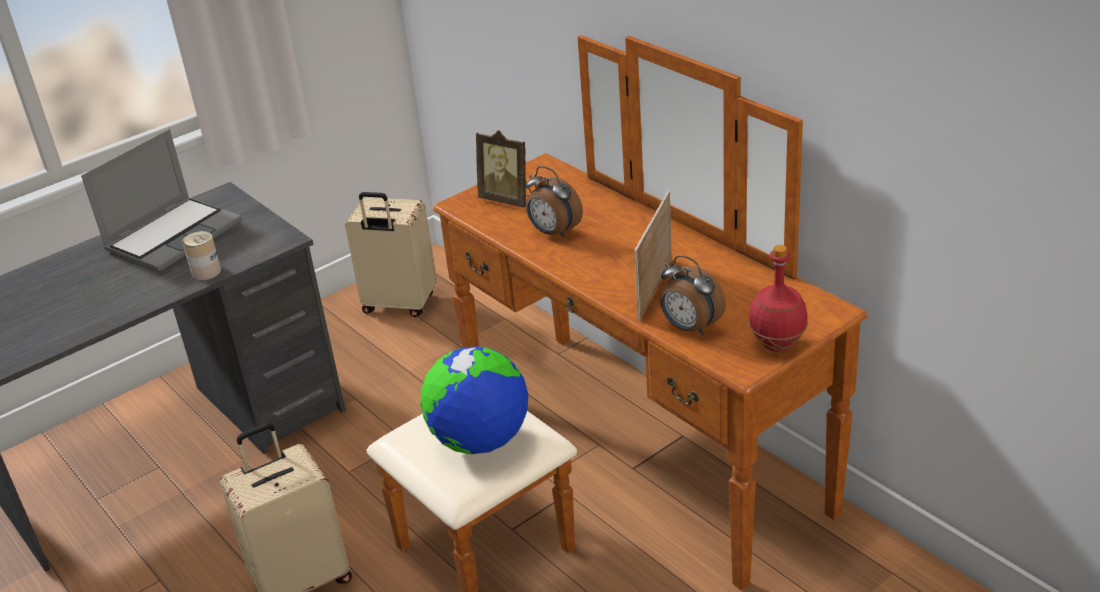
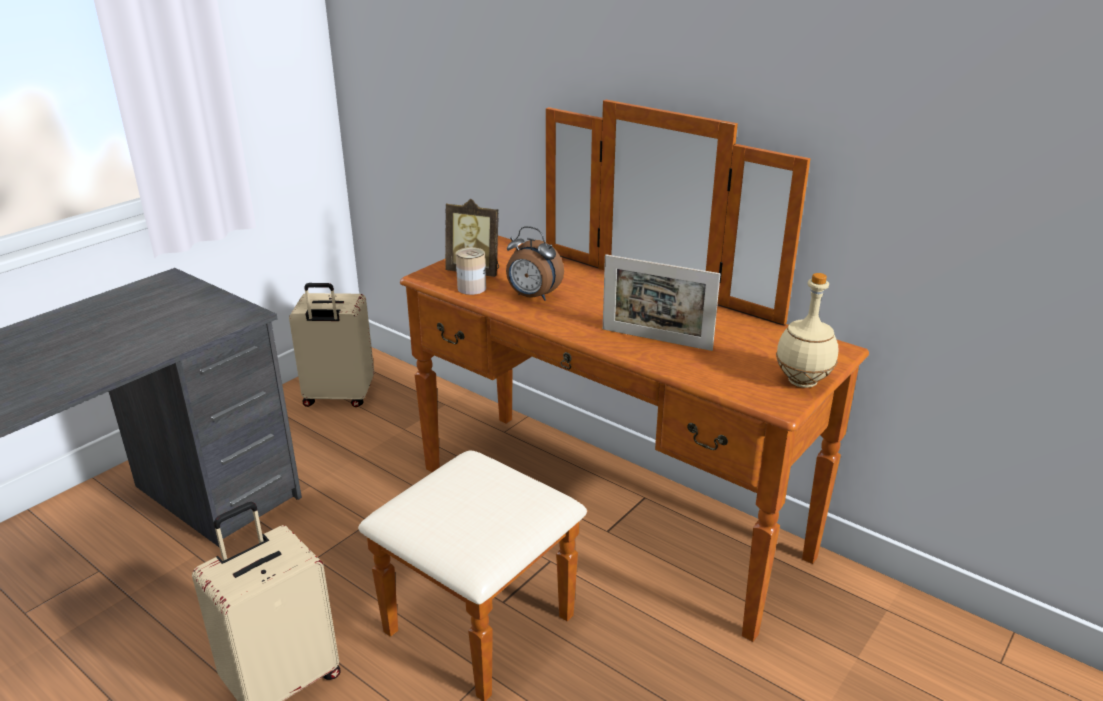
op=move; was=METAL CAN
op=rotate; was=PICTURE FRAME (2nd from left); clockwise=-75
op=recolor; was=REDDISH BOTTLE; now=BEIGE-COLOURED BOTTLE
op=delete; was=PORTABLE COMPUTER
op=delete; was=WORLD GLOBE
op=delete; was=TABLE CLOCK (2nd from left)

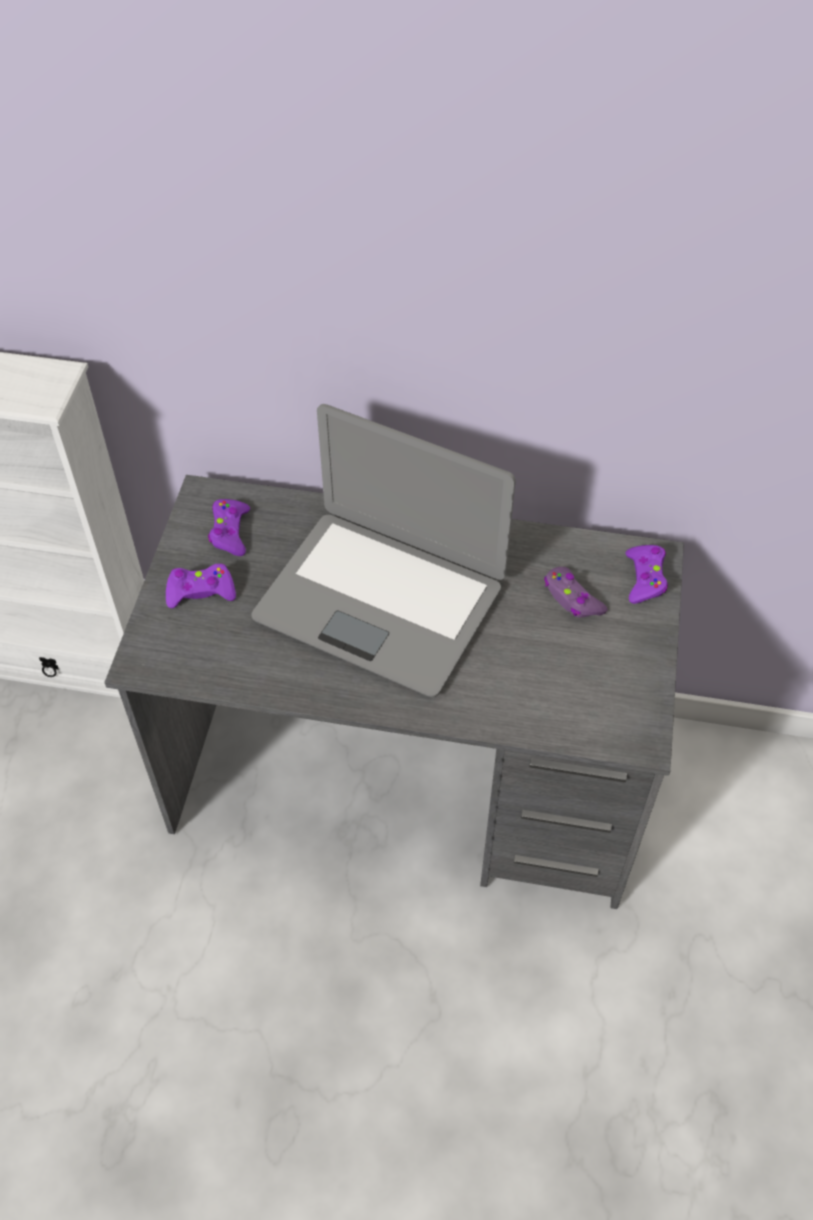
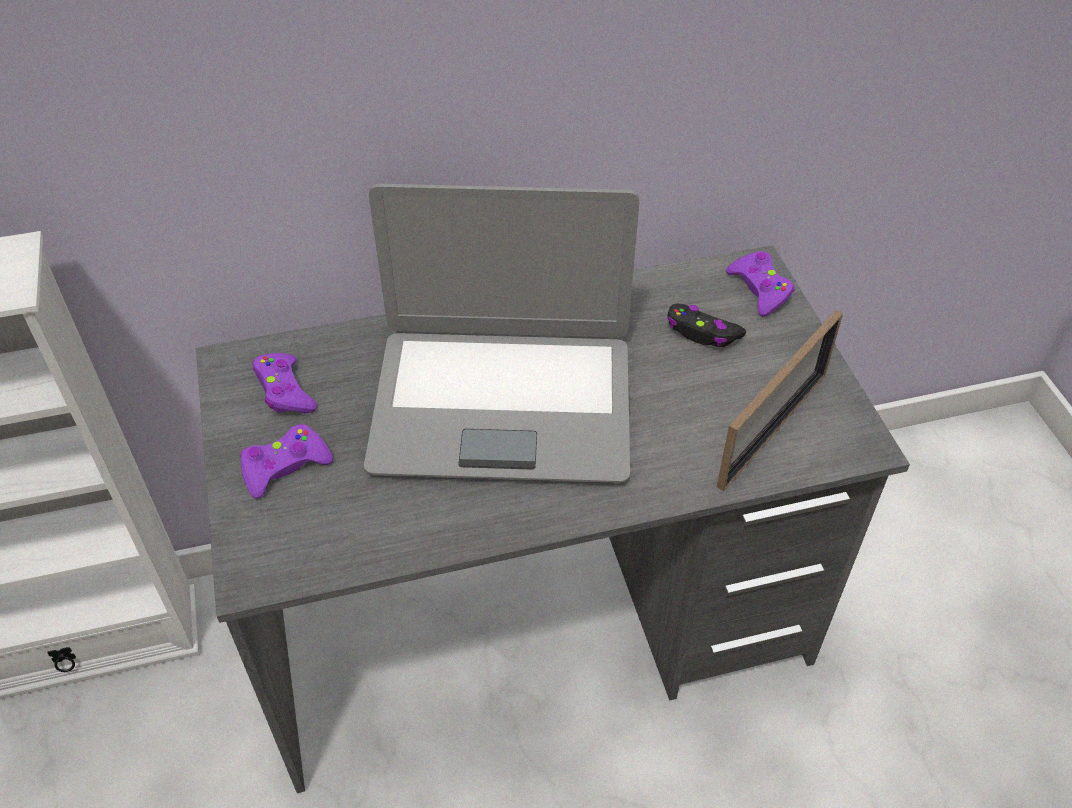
op=recolor; was=PURPLE-COLOURED GAME CONTROLLER (3rd from left); now=BLACK GAME CONTROLLER
op=insert; now=PICTURE FRAME

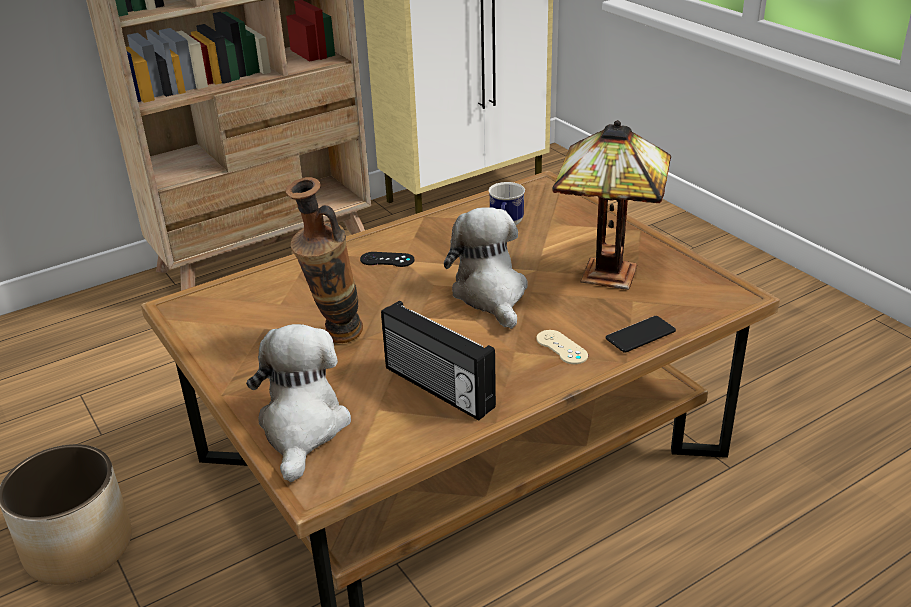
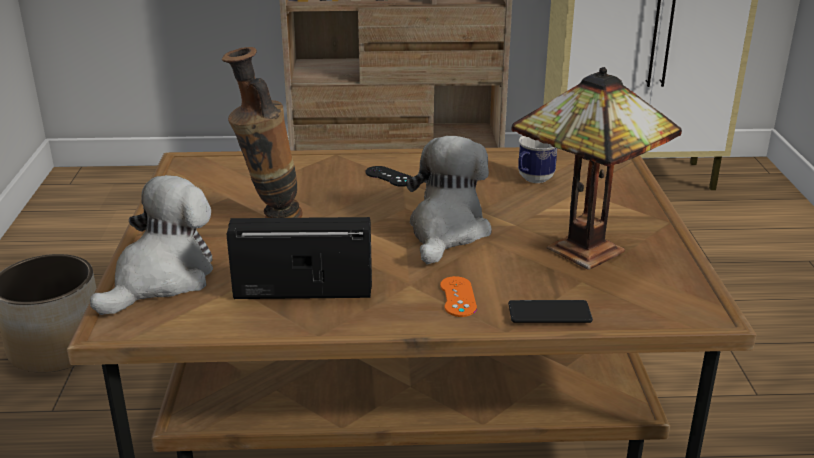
op=rotate; was=RADIO; clockwise=105
op=recolor; was=BEIGE-COLOURED GAME CONTROLLER; now=ORANGE GAME CONTROLLER

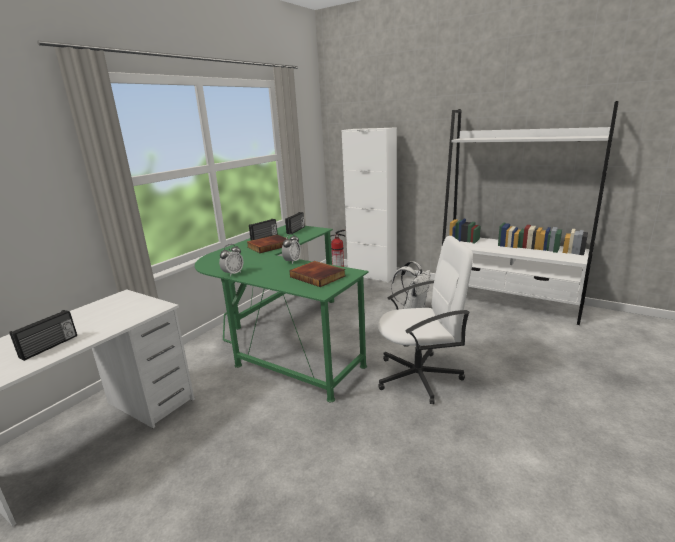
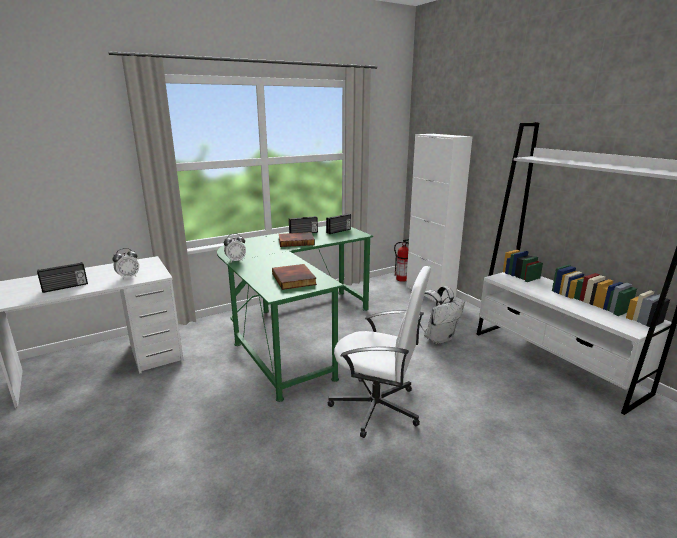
op=move; was=TABLE CLOCK (2nd from left in the first image); now=TABLE CLOCK (1st from left)

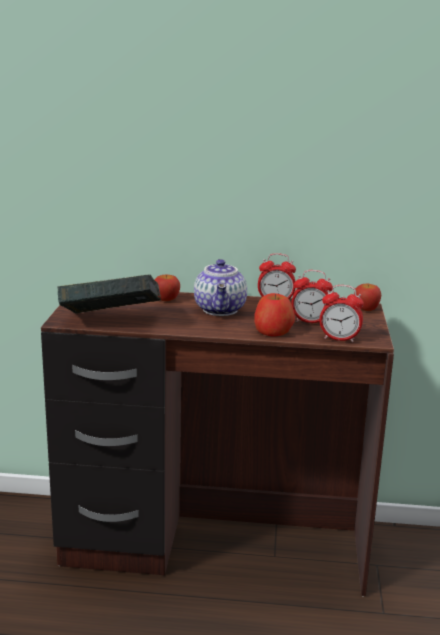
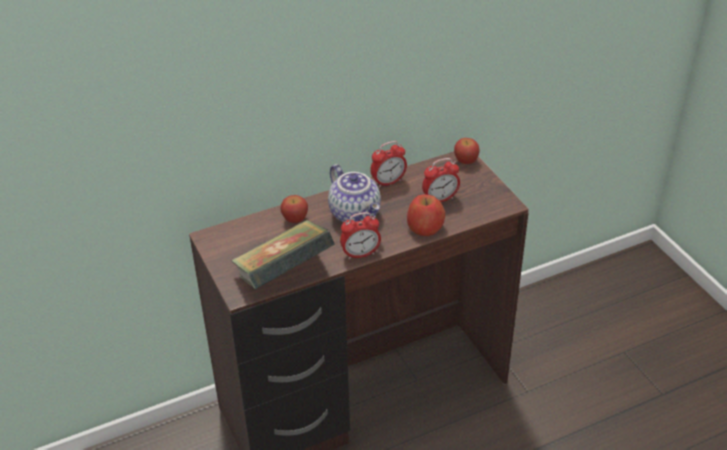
op=move; was=TABLE CLOCK (3rd from left in the first image); now=TABLE CLOCK (1st from left)

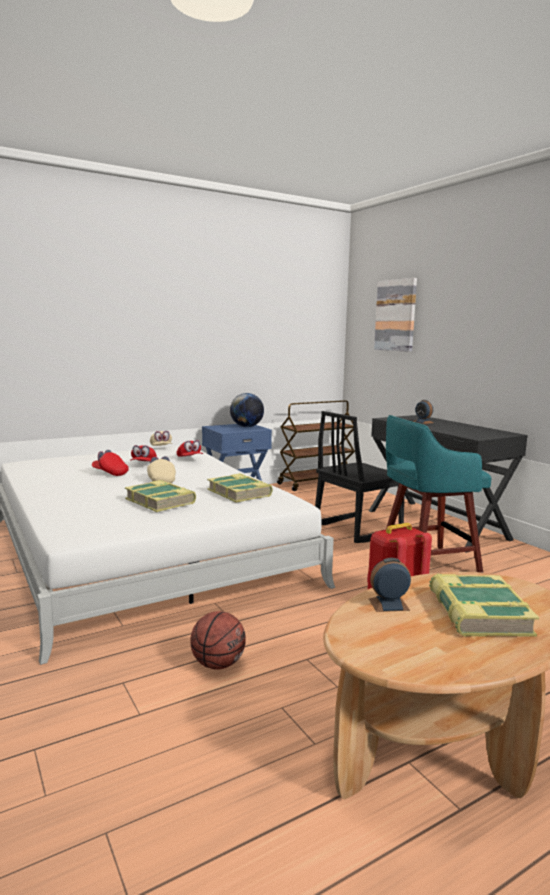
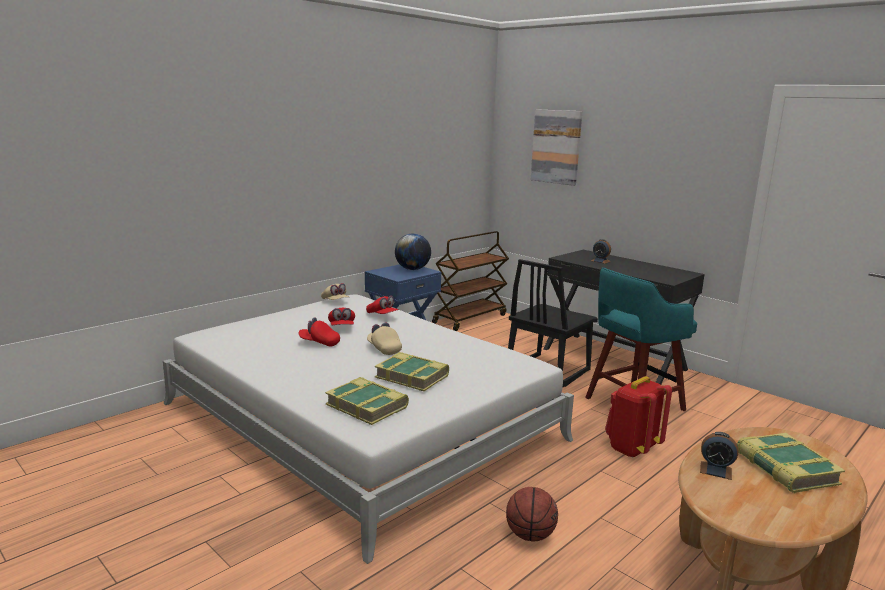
op=move; was=VOLUME (2nd from left in the first image); now=VOLUME (1st from left)
op=rotate; was=TABLE CLOCK (1st from left in the first image); clockwise=-135

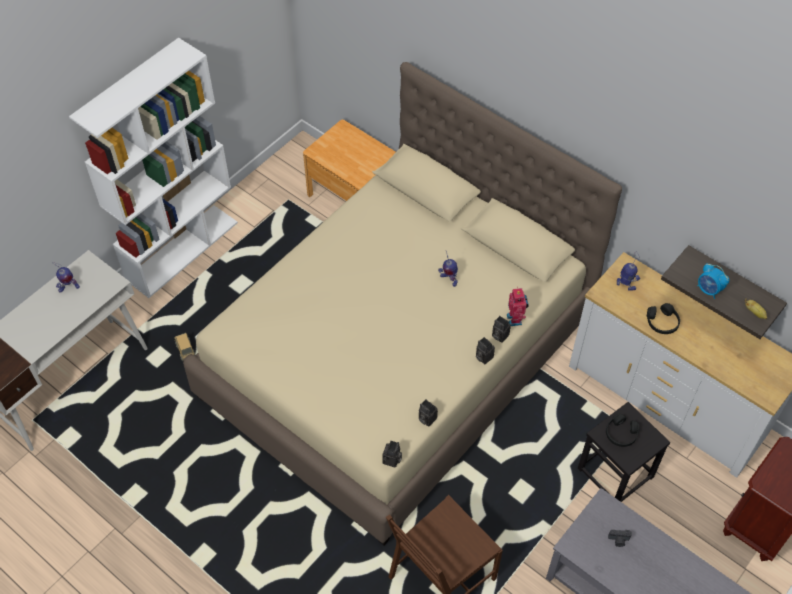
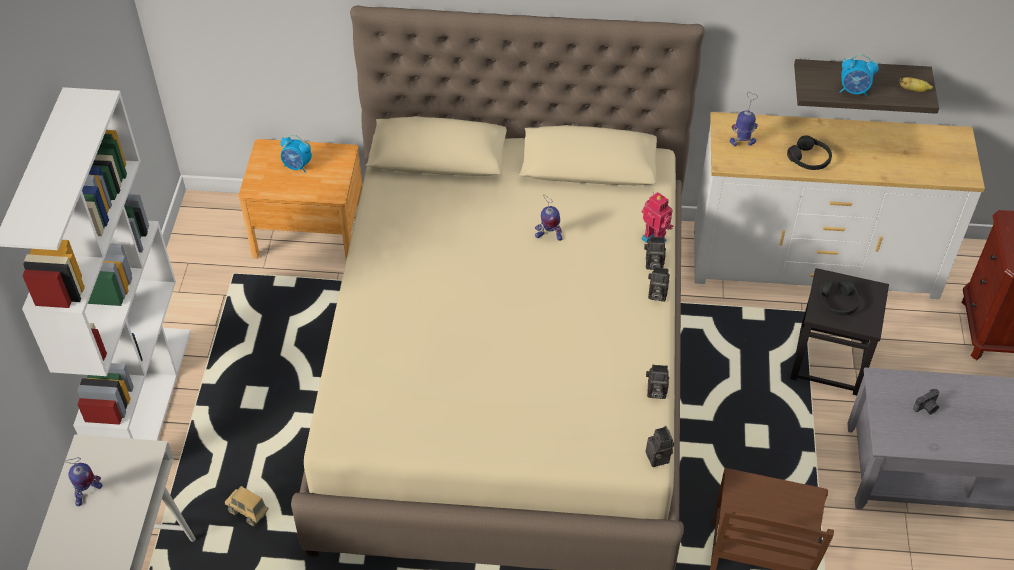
op=insert; now=TABLE CLOCK (1st from left)

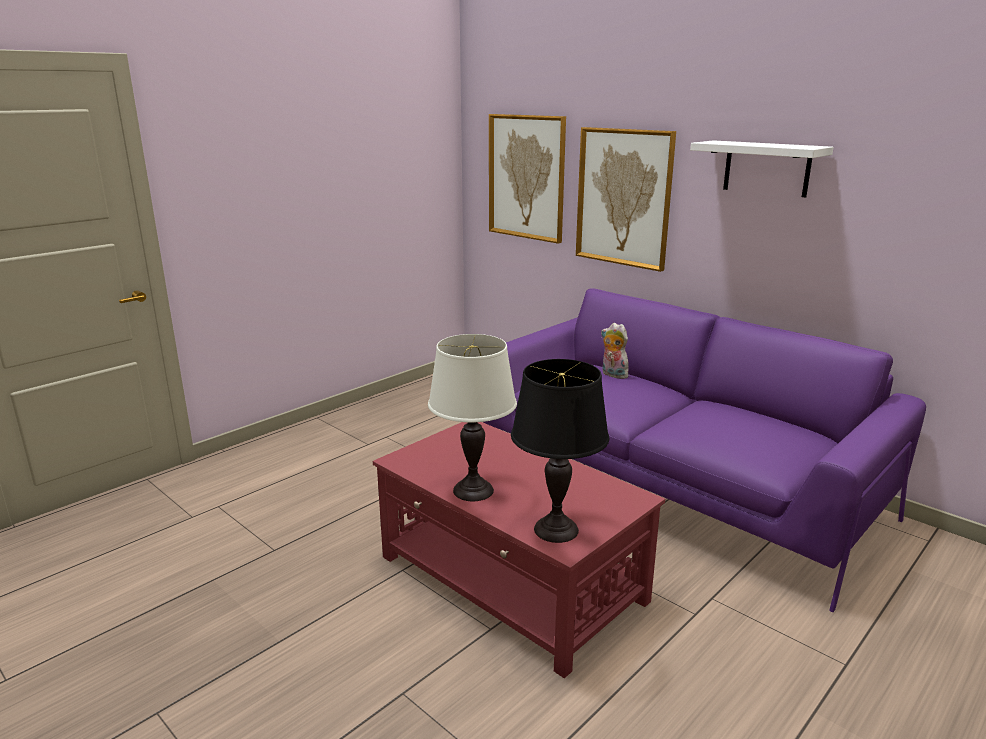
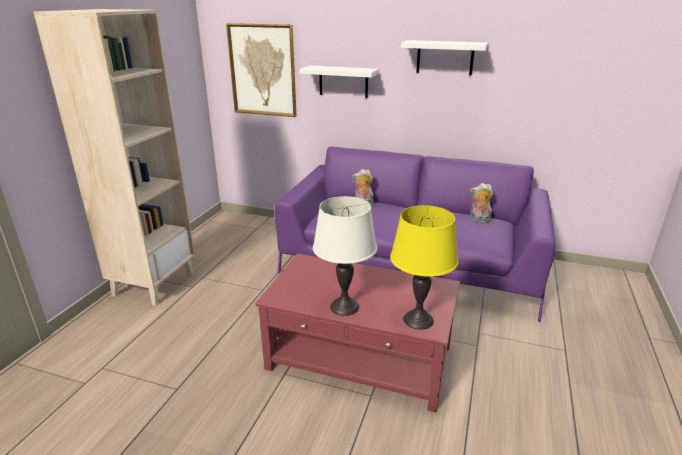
op=insert; now=BEIGE-COLOURED SHELVING UNIT
op=replace; was=WALL ART (2nd from left); now=WHITE-COLOURED BRACKET SHELF (1st from left)
op=recolor; was=BLACK LAMP FOR A TABLE; now=YELLOW LAMP FOR A TABLE
op=insert; now=CUDDLY TOY (2nd from left)

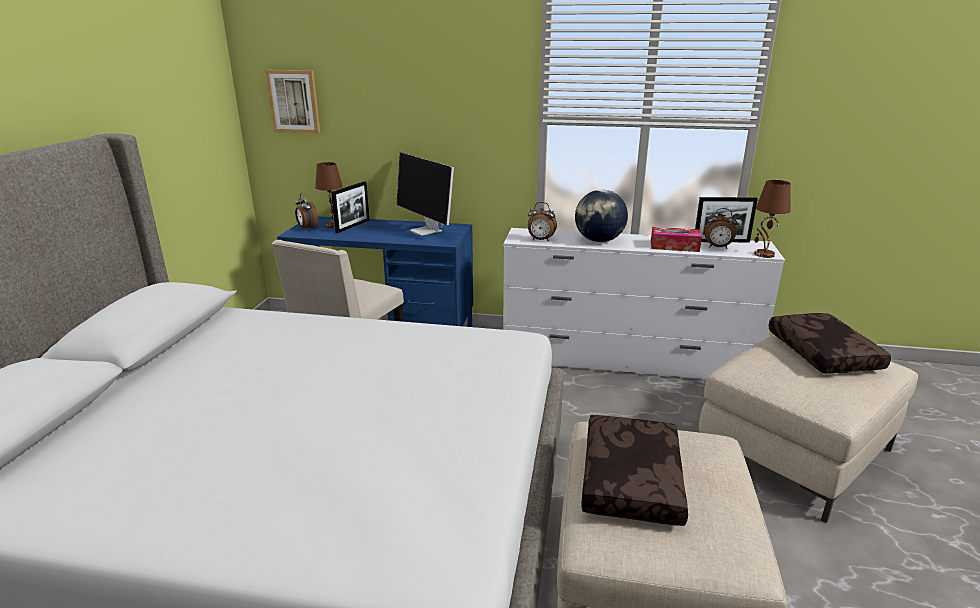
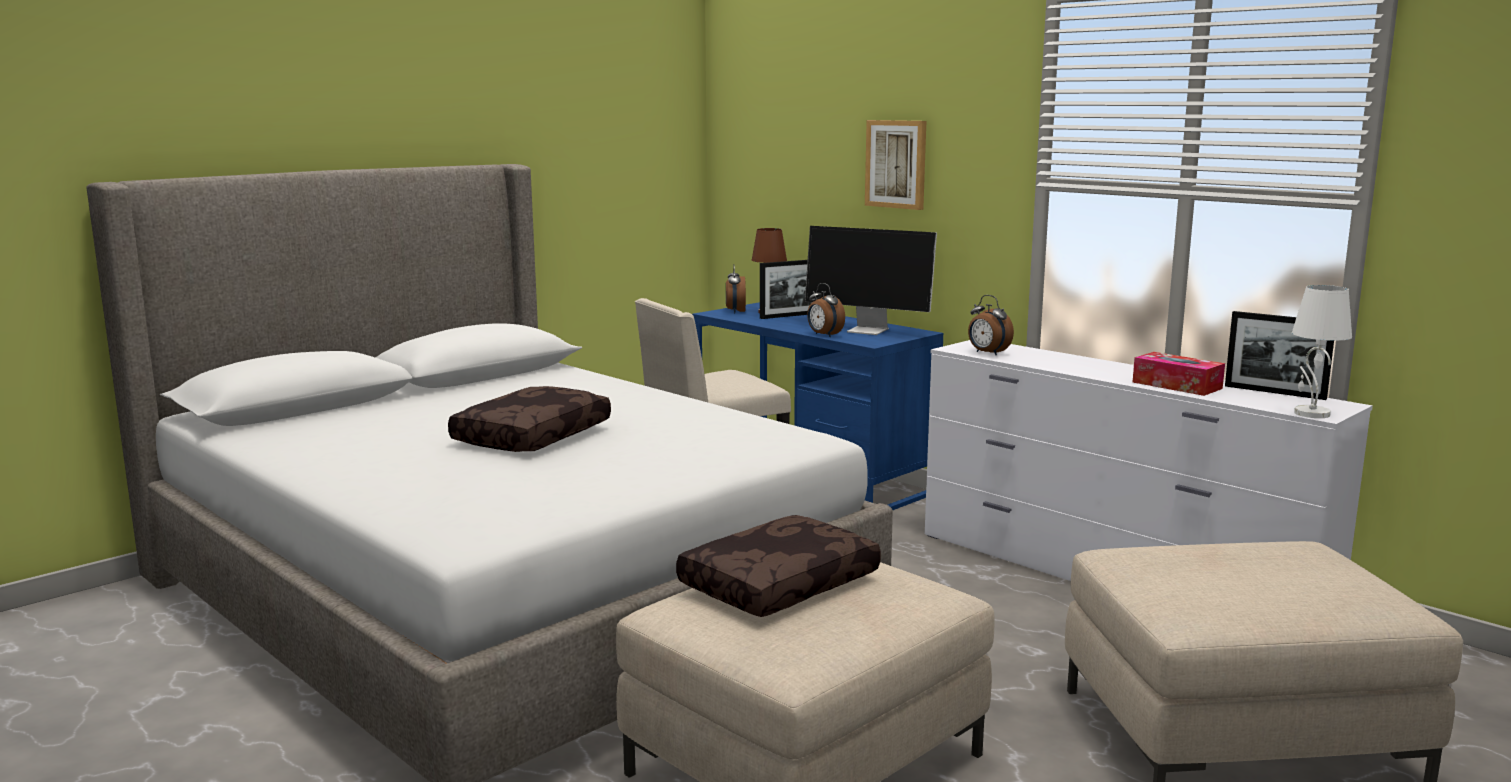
op=move; was=BROWN CUSHION (2nd from left in the first image); now=BROWN CUSHION (1st from left)
op=rotate; was=COMPUTER DISPLAY; clockwise=-60
op=move; was=TABLE CLOCK (3rd from left in the first image); now=TABLE CLOCK (2nd from left)
op=move; was=WALL ART
op=recolor; was=BROWN LAMP FOR A TABLE (2nd from left); now=WHITE-COLOURED LAMP FOR A TABLE
op=delete; was=WORLD GLOBE

